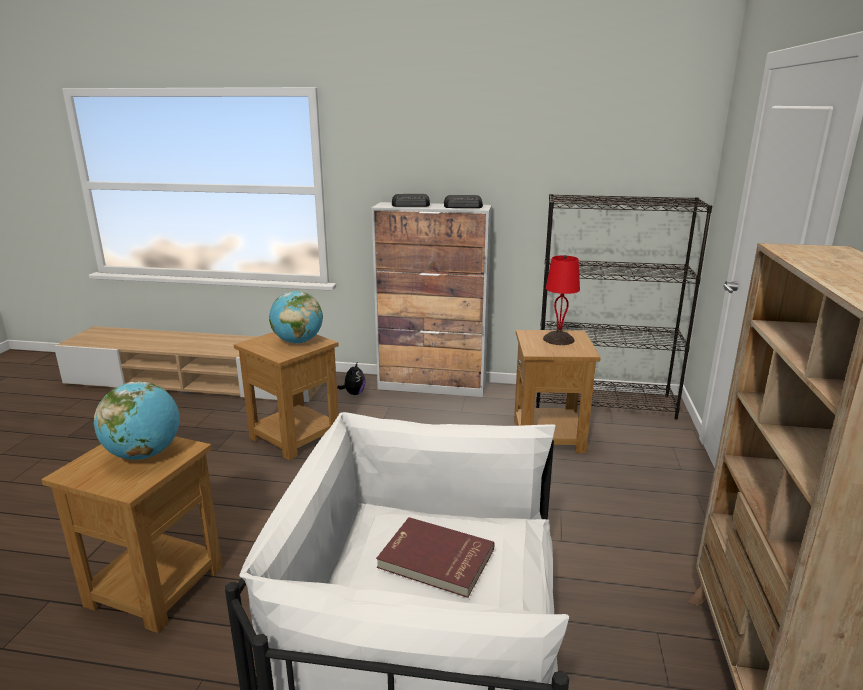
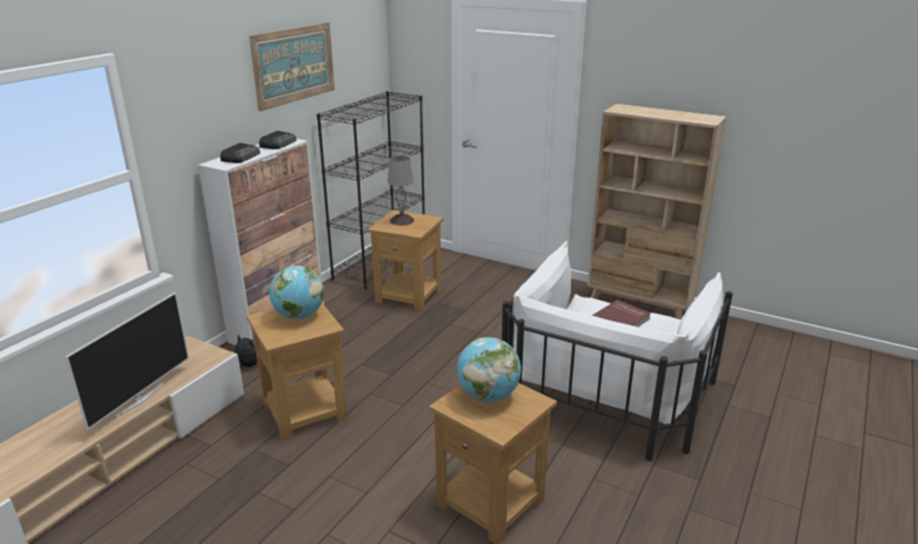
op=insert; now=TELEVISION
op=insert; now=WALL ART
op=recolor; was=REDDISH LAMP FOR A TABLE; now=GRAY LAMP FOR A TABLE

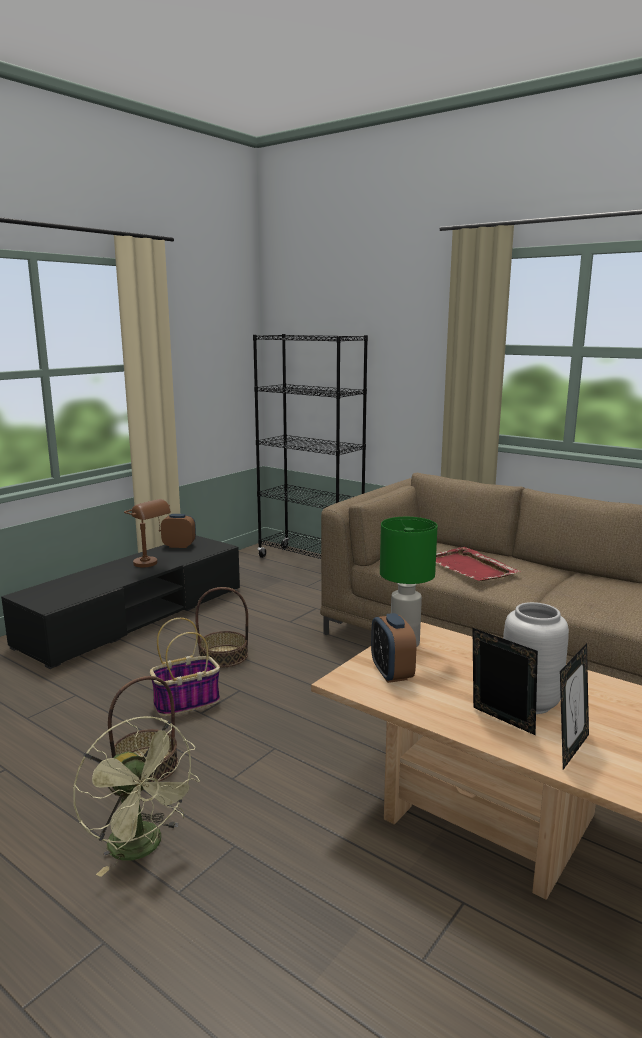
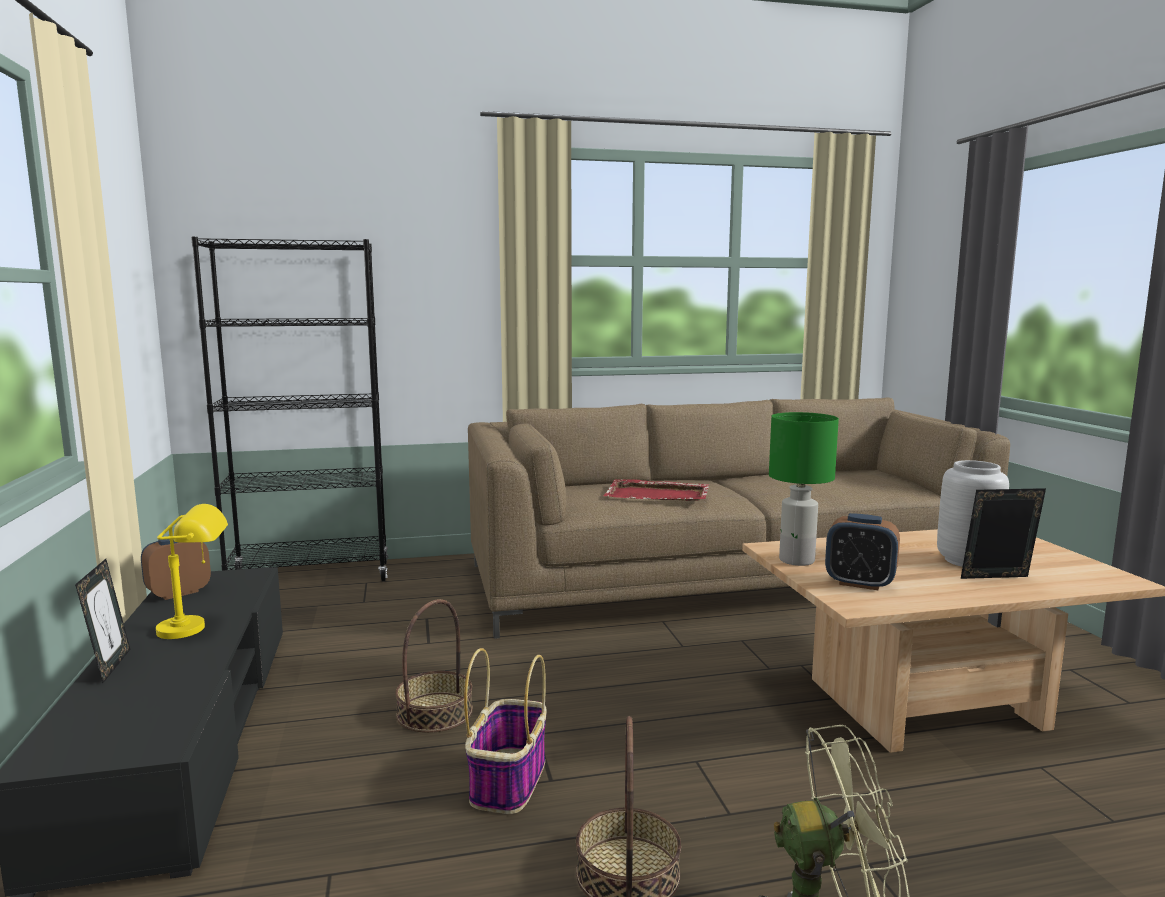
op=move; was=PICTURE FRAME (2nd from left in the first image); now=PICTURE FRAME (1st from left)
op=recolor; was=BROWN LAMP FOR A TABLE; now=YELLOW LAMP FOR A TABLE

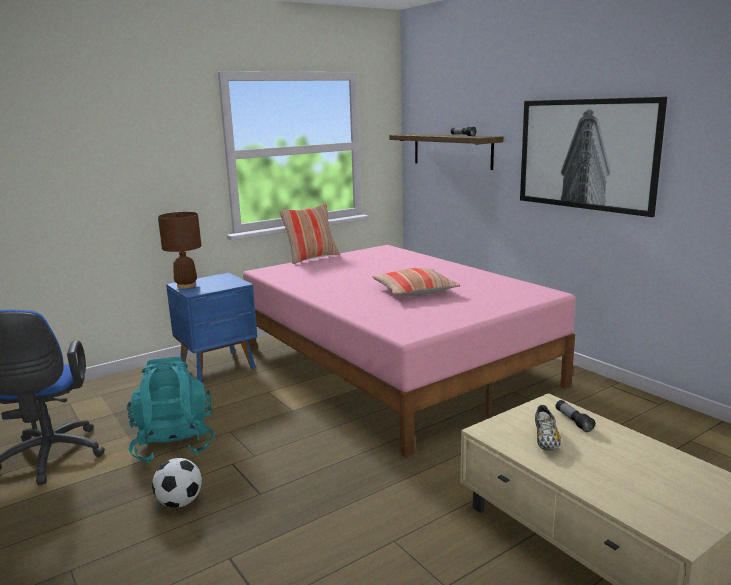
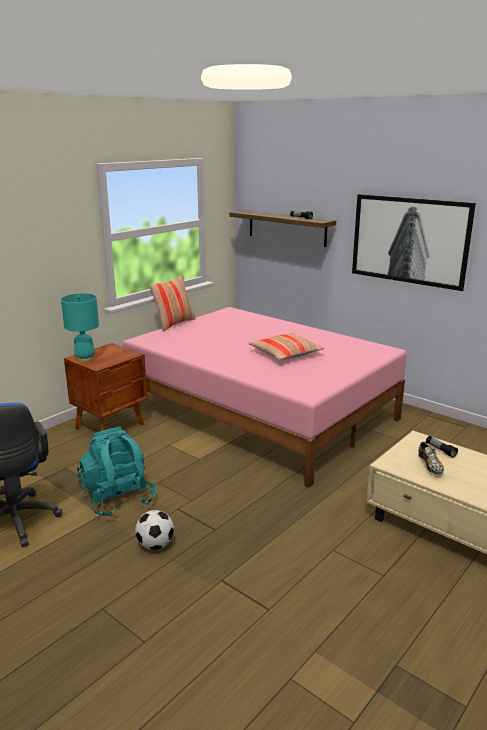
op=recolor; was=BROWN LAMP FOR A TABLE; now=TURQUOISE-COLOURED LAMP FOR A TABLE
op=recolor; was=BLUE NIGHTSTAND; now=BROWN NIGHTSTAND

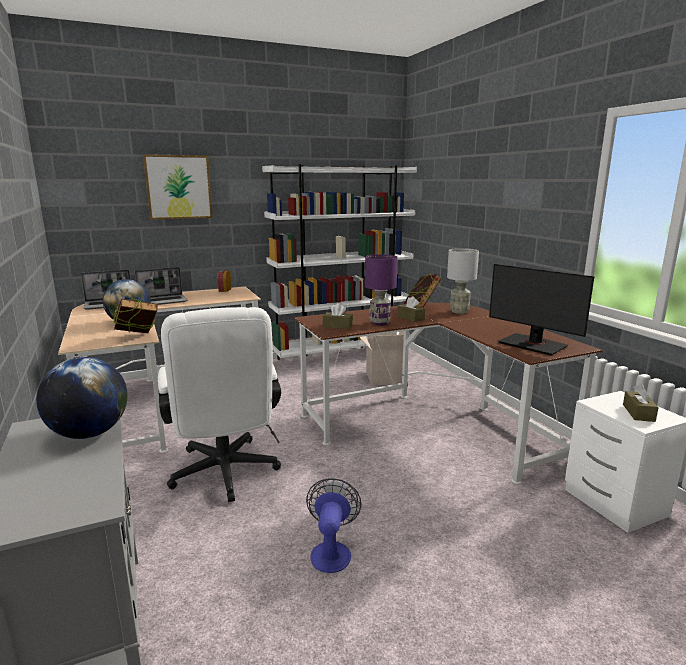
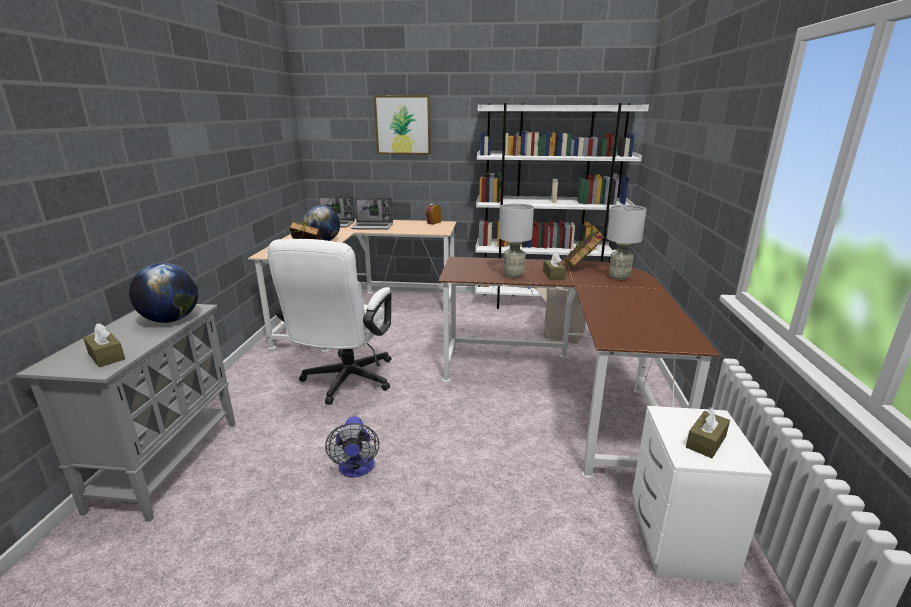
op=move; was=BROWN TISSUE BOX (1st from left)
op=rotate; was=ELECTRIC FAN; clockwise=135
op=recolor; was=PURPLE-COLOURED LAMP FOR A TABLE; now=GRAY LAMP FOR A TABLE (1st from left)
op=delete; was=COMPUTER DISPLAY

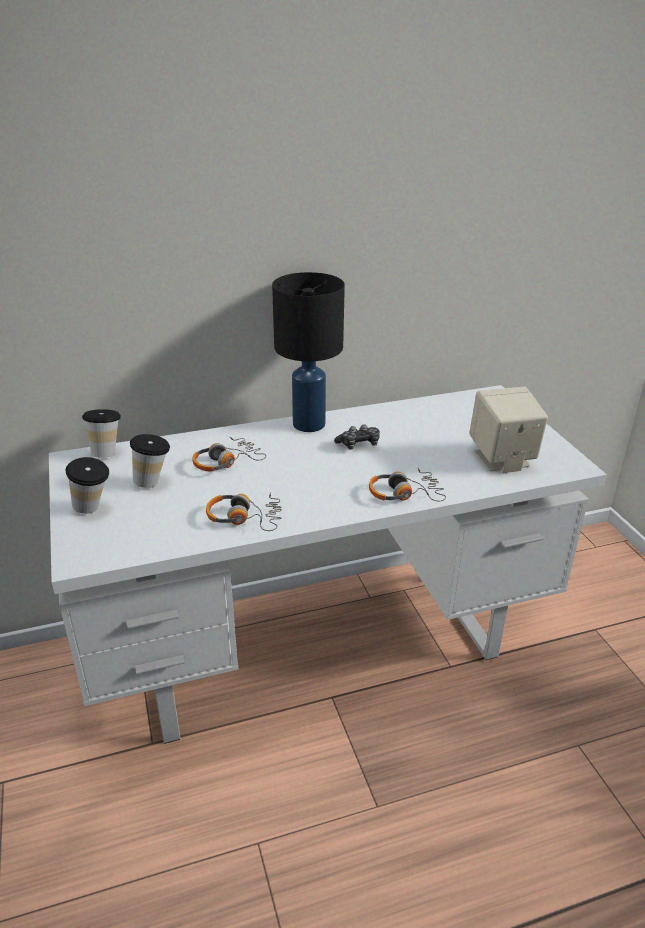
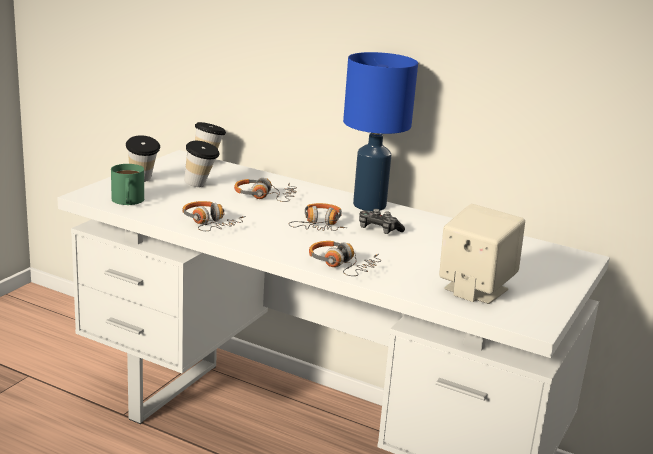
op=insert; now=GREEN COFFEE MUG
op=insert; now=HEADPHONES (3rd from left)
op=recolor; was=BLACK LAMP FOR A TABLE; now=BLUE LAMP FOR A TABLE

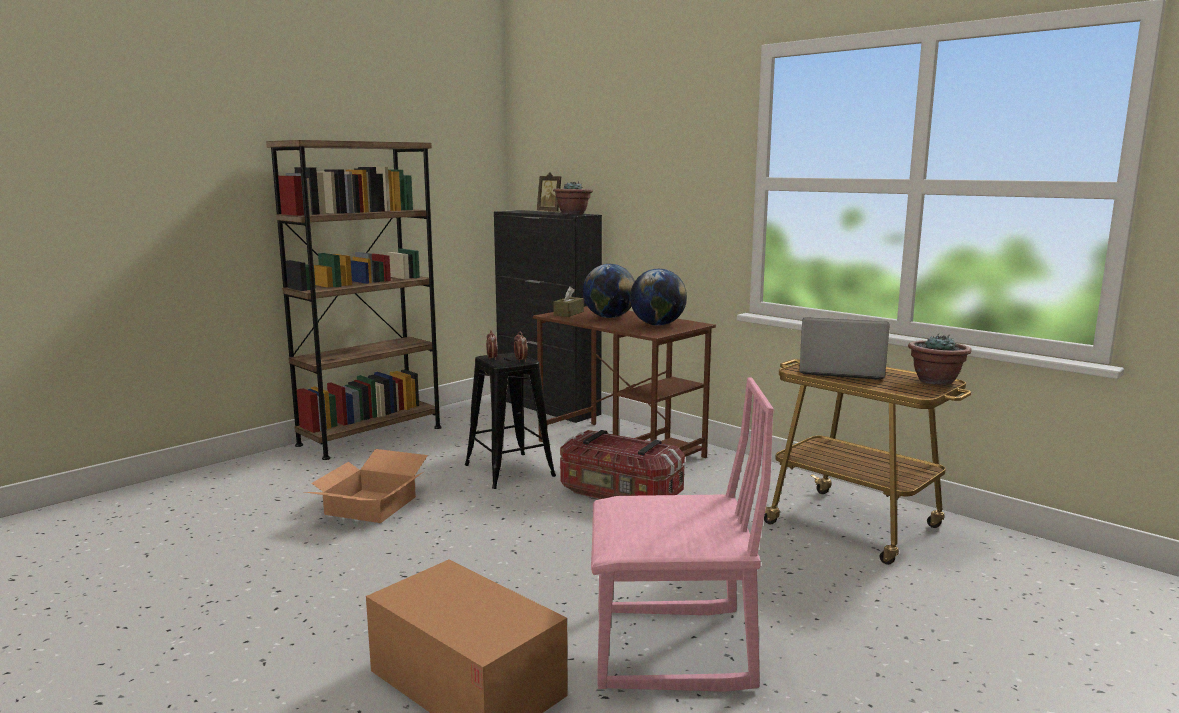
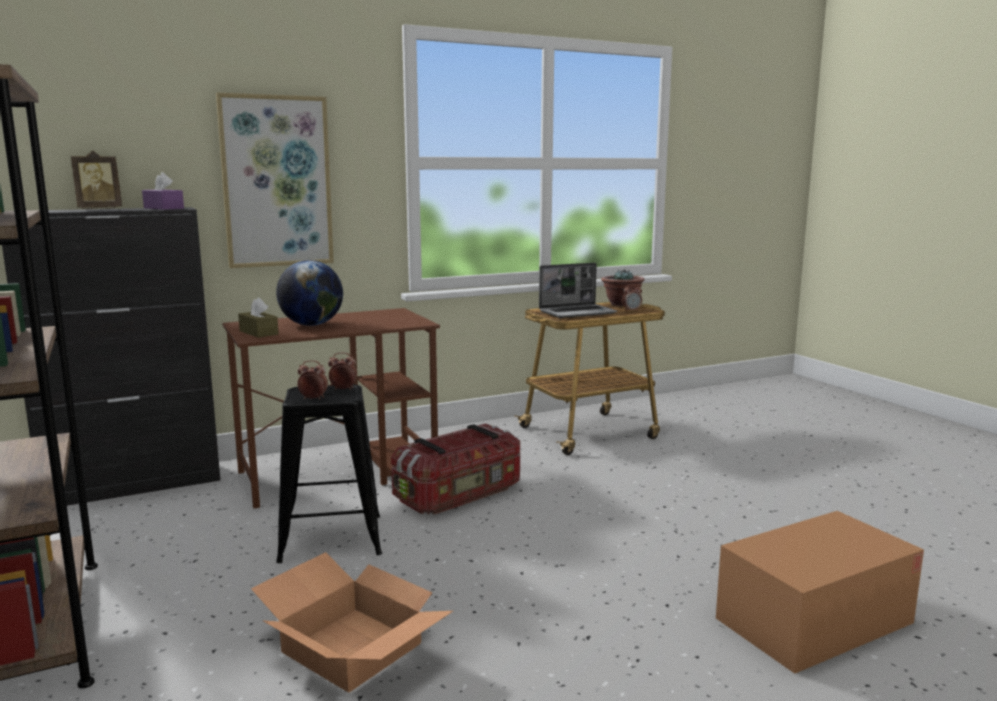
op=replace; was=HOUSEPLANT (1st from left); now=PURPLE-COLOURED TISSUE BOX
op=insert; now=WALL ART
op=rotate; was=PORTABLE COMPUTER; clockwise=-150
op=insert; now=TABLE CLOCK (3rd from left)
op=delete; was=PINKISH UPRIGHT CHAIR
op=delete; was=WORLD GLOBE (2nd from left)

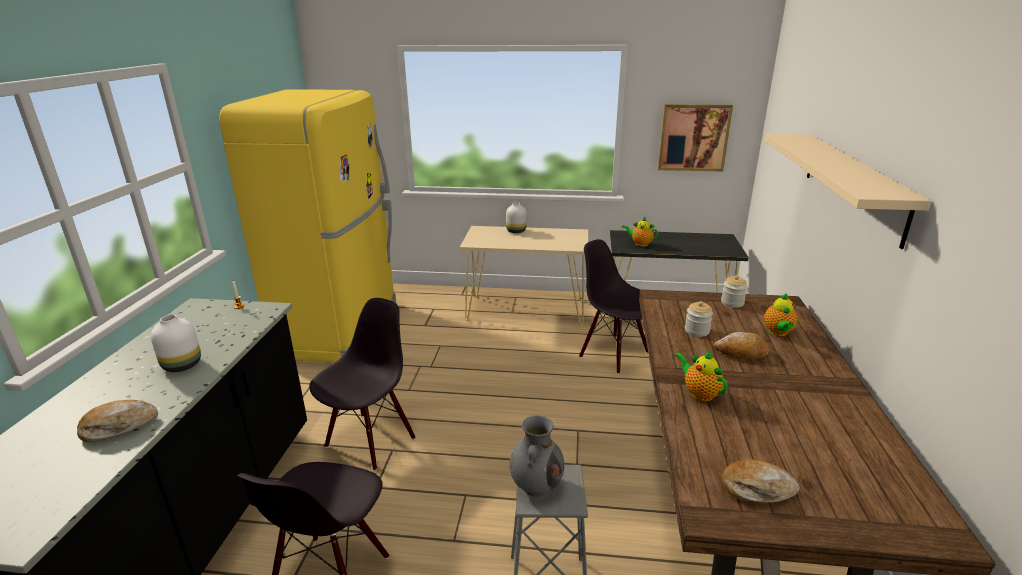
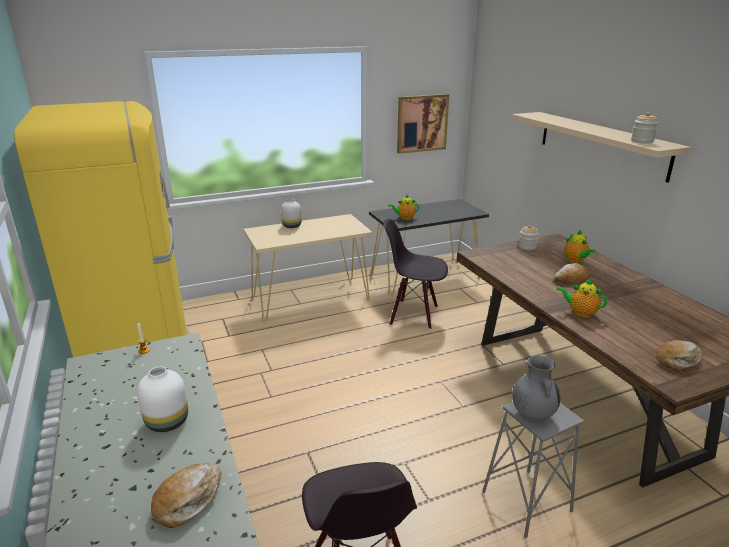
op=move; was=STORAGE JAR (1st from left in the first image); now=STORAGE JAR (2nd from left)
op=delete; was=BLACK UPRIGHT CHAIR (2nd from left)

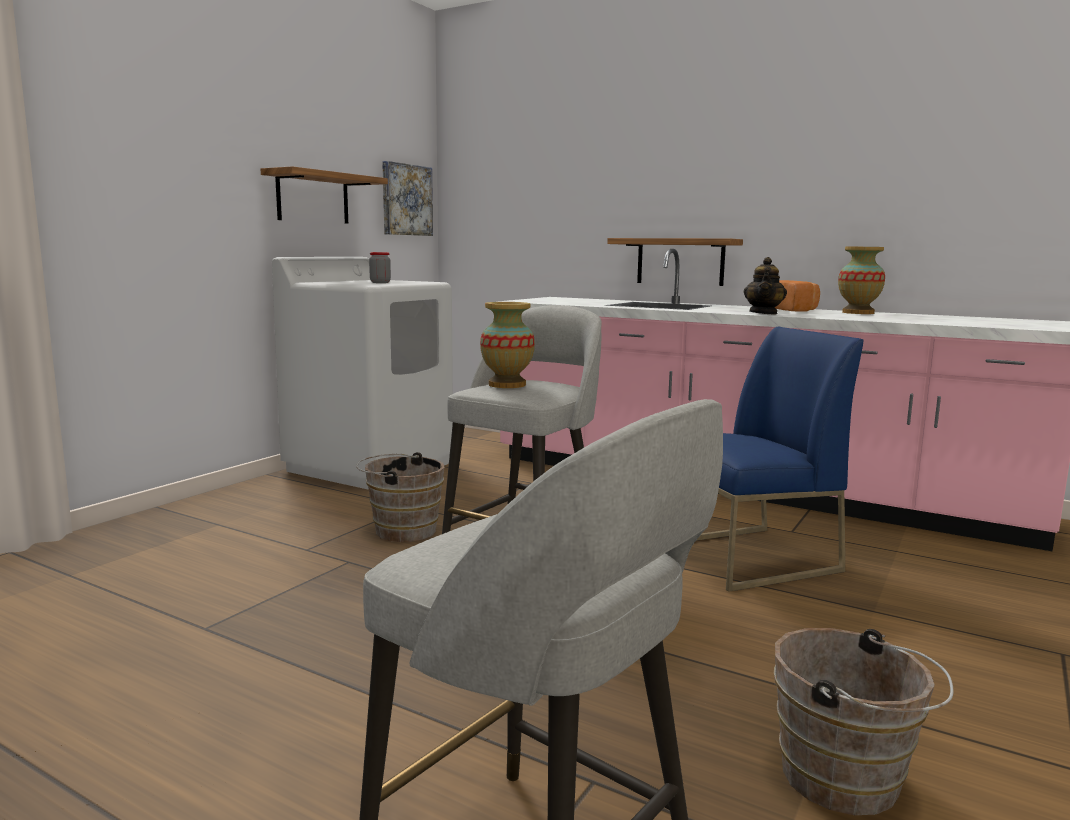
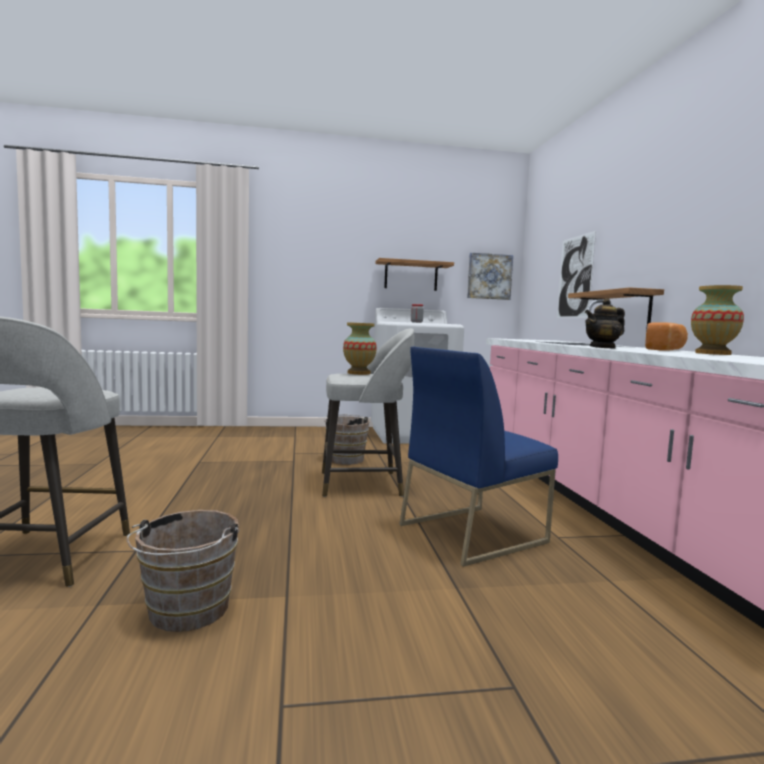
op=rotate; was=BLUE UPRIGHT CHAIR; clockwise=120
op=insert; now=WALL ART (2nd from left)

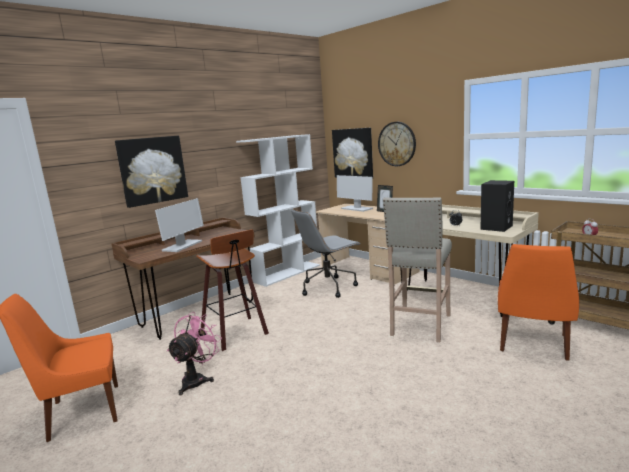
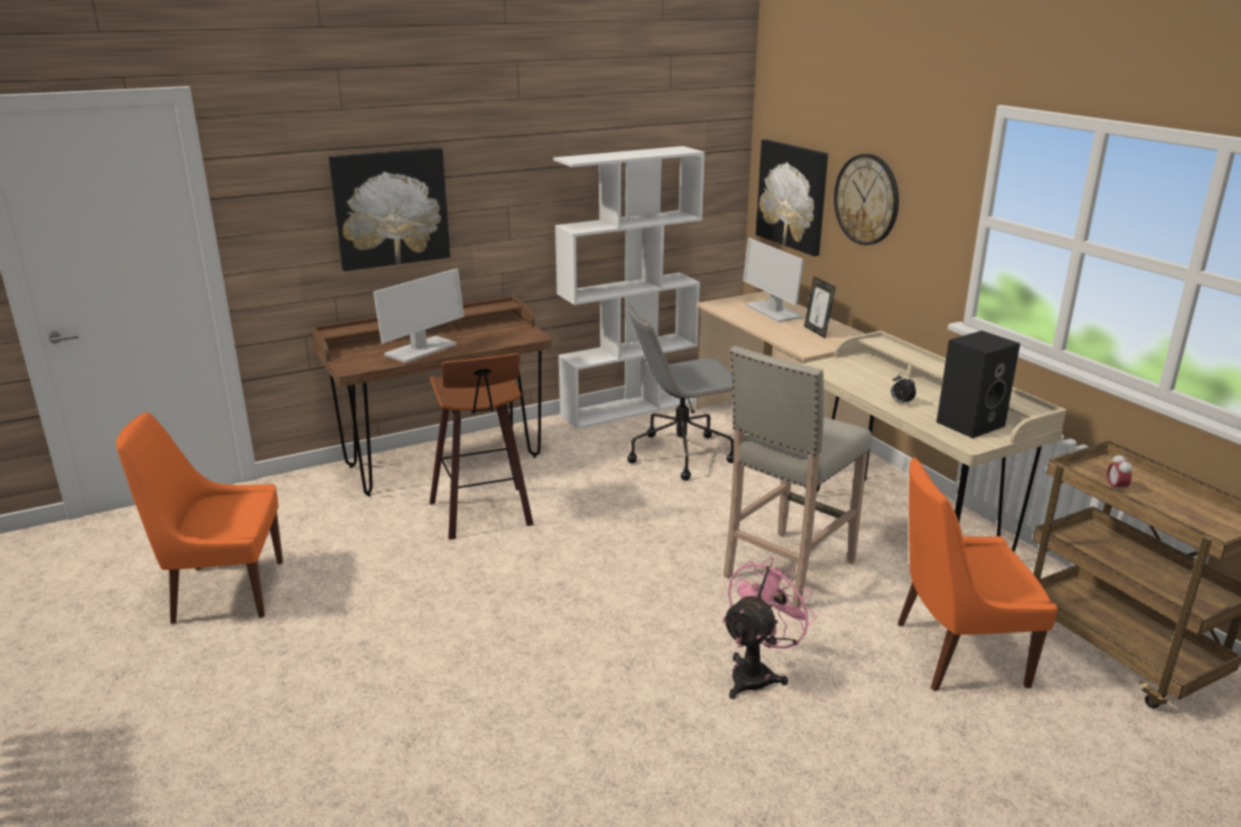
op=move; was=PINKISH ELECTRIC FAN
op=rotate; was=ORANGE UPRIGHT CHAIR (2nd from left); clockwise=45

